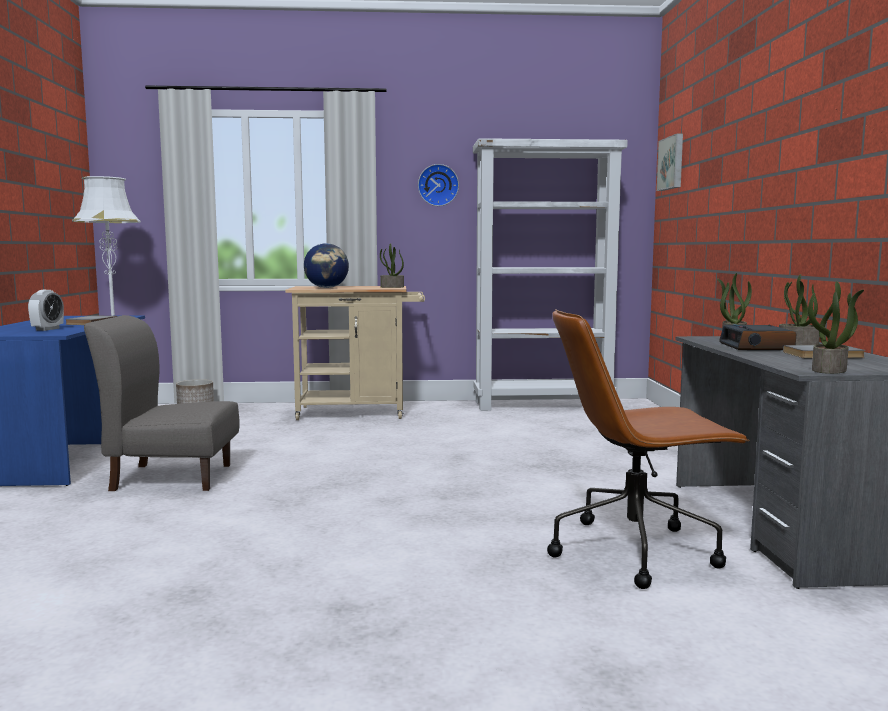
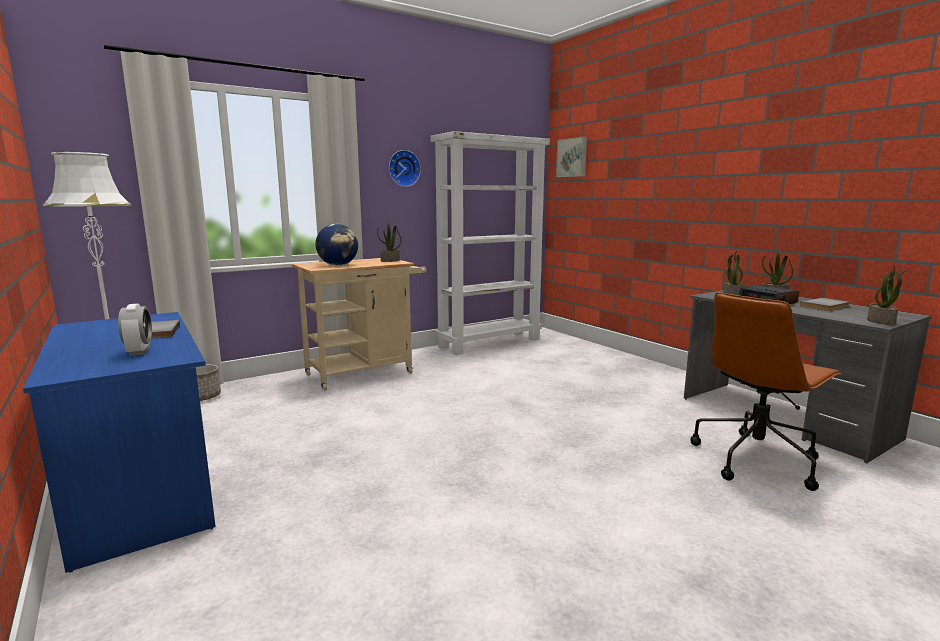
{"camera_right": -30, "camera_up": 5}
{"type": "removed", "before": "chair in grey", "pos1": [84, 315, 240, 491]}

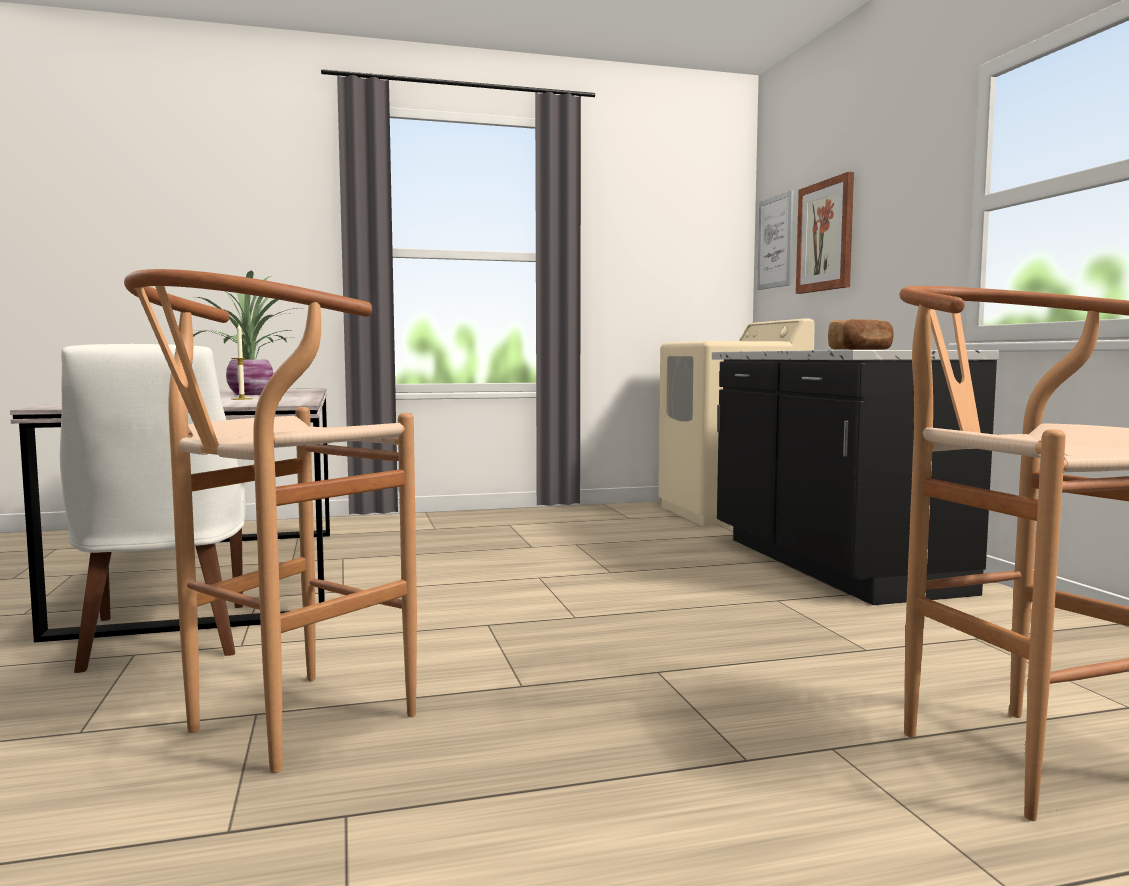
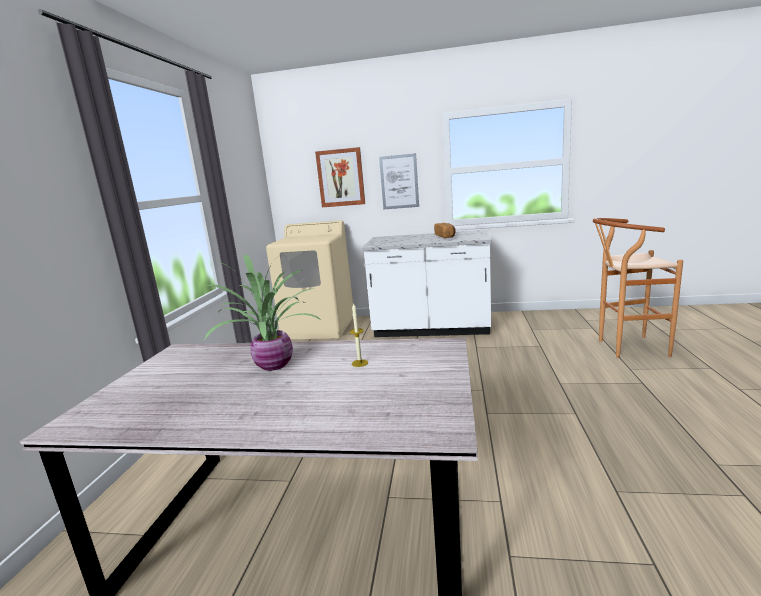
{"camera_right": -65, "camera_up": 10}
{"type": "moved", "before": "picture", "pos1": [757, 190, 794, 290], "pos2": [379, 153, 419, 210]}
{"type": "removed", "before": "stool in brown", "pos1": [124, 269, 417, 773]}
{"type": "removed", "before": "chair in white", "pos1": [60, 344, 246, 673]}
{"type": "recoloured", "before": "counter in black", "after": "counter in white", "pos1": [712, 350, 999, 605], "pos2": [362, 230, 491, 337]}

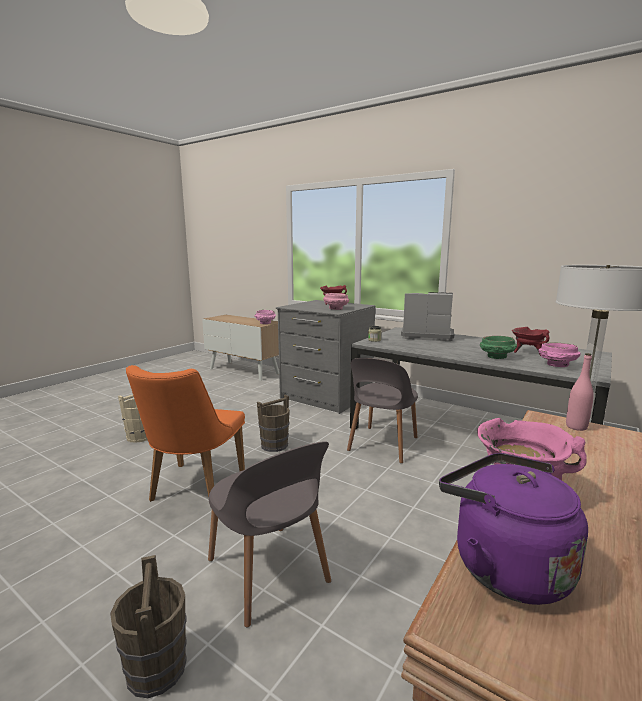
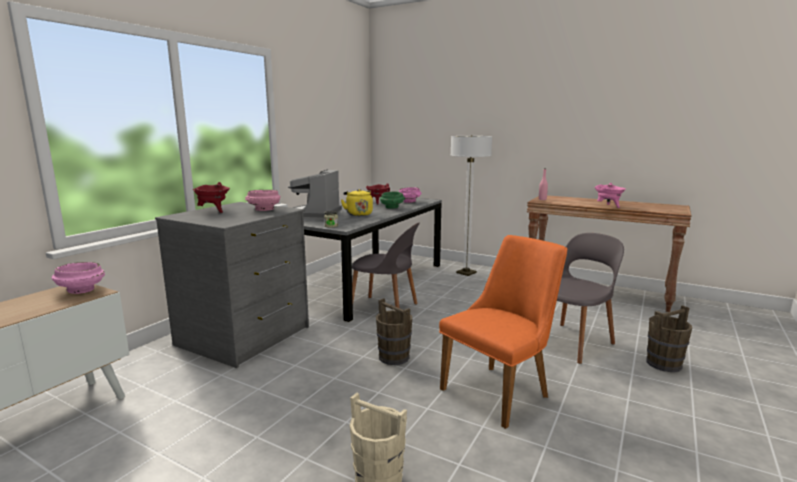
{"camera_right": -95, "camera_up": 0}
{"type": "turned", "before": "chair in orange", "pos1": [126, 365, 245, 502], "pos2": [439, 235, 567, 429], "turn": -45}
{"type": "removed", "before": "kettle in purple", "pos1": [439, 453, 588, 605]}
{"type": "added", "after": "kettle in yellow", "pos2": [341, 189, 373, 216]}

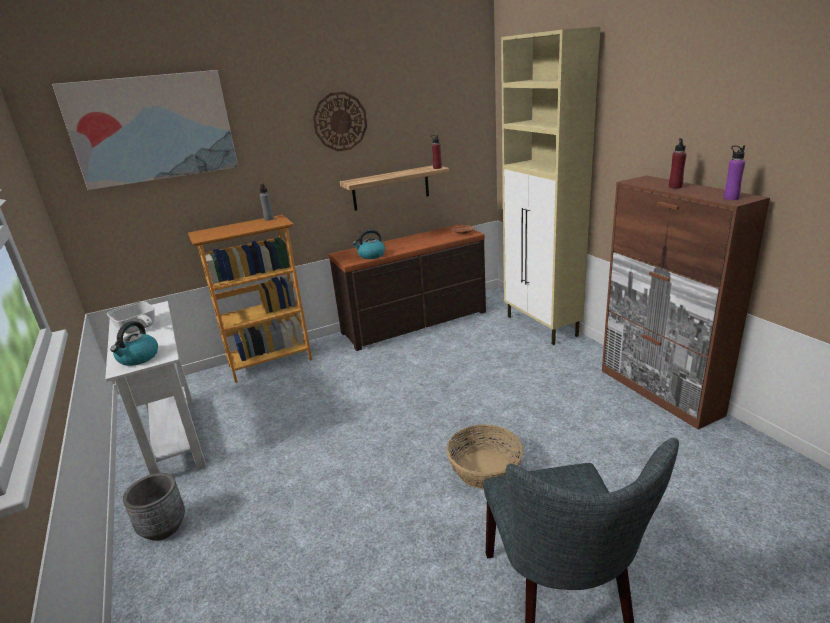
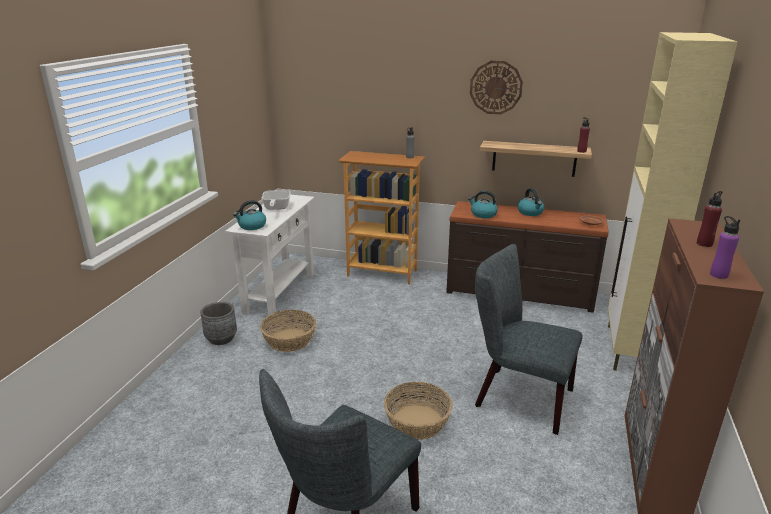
{"camera_right": 40, "camera_up": 0}
{"type": "removed", "before": "picture", "pos1": [52, 70, 238, 190]}
{"type": "added", "after": "kettle", "pos2": [518, 188, 544, 216]}
{"type": "added", "after": "chair in grey", "pos2": [475, 244, 583, 435]}
{"type": "added", "after": "basket", "pos2": [260, 310, 316, 352]}

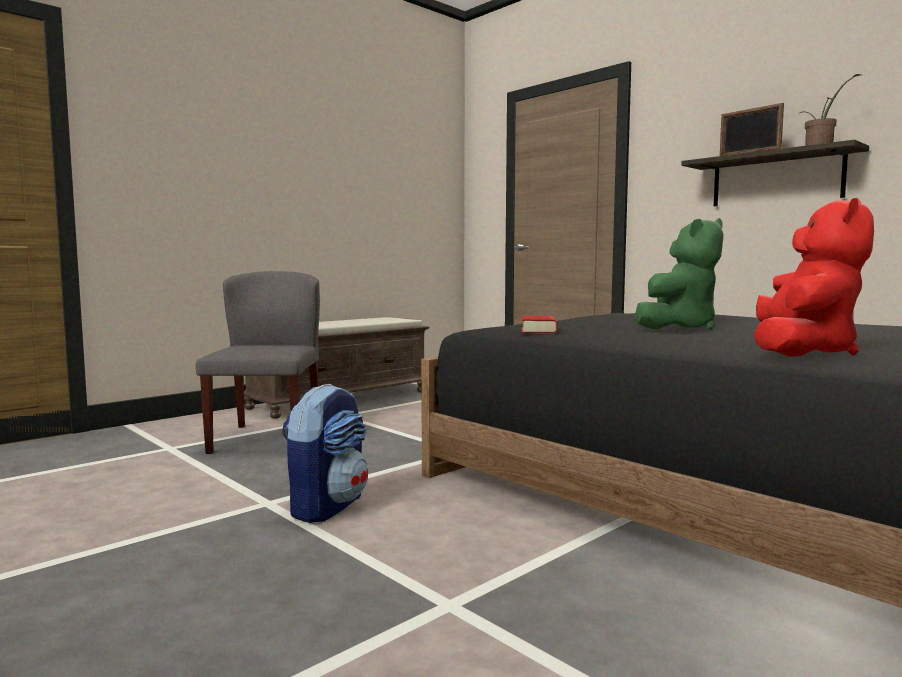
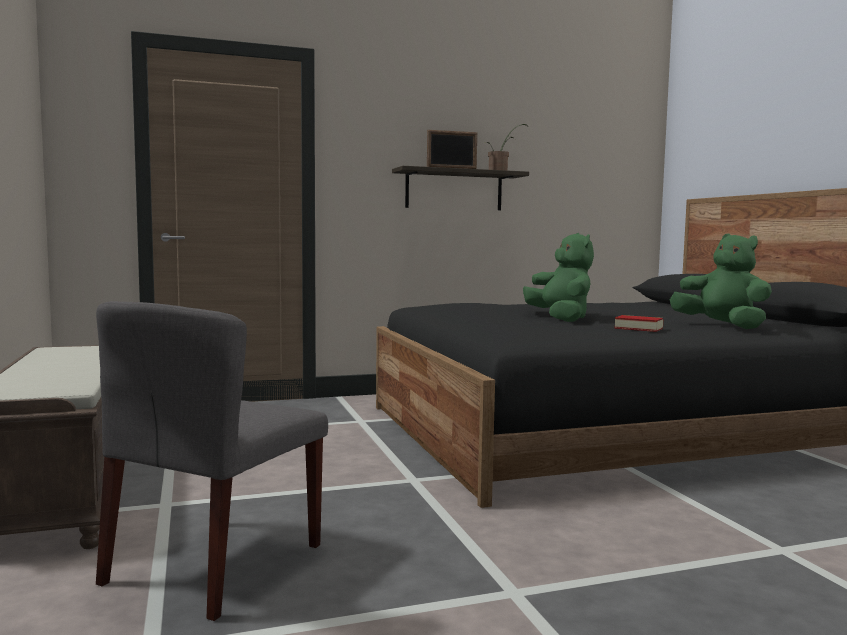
{"camera_right": -65, "camera_up": 0}
{"type": "recoloured", "before": "plush toy in red", "after": "plush toy in green", "pos1": [754, 198, 874, 357], "pos2": [670, 234, 772, 329]}
{"type": "turned", "before": "chair in grey", "pos1": [196, 271, 320, 454], "pos2": [96, 301, 328, 621], "turn": -90}
{"type": "moved", "before": "book", "pos1": [522, 316, 558, 334], "pos2": [614, 315, 663, 332]}
{"type": "removed", "before": "backpack", "pos1": [282, 384, 368, 523]}

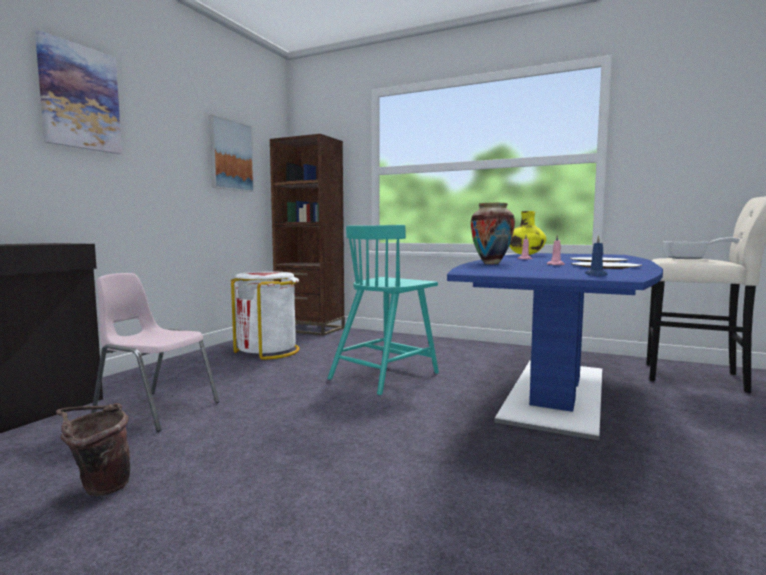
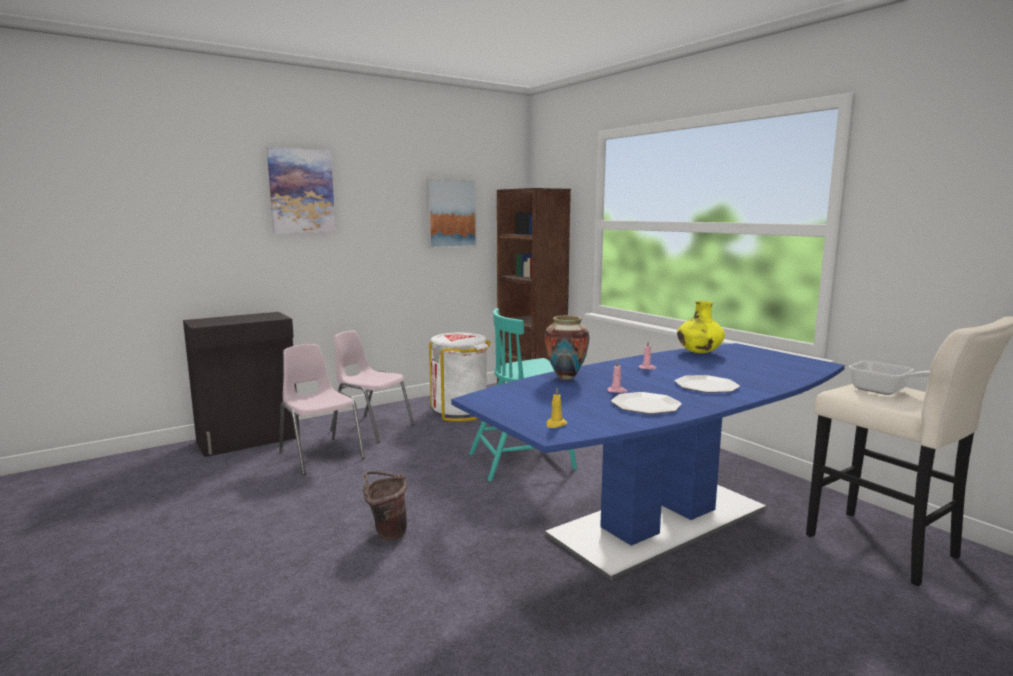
{"camera_right": 30, "camera_up": 5}
{"type": "recoloured", "before": "candle in blue", "after": "candle in yellow", "pos1": [585, 235, 607, 276], "pos2": [546, 388, 568, 428]}
{"type": "moved", "before": "bucket in brown", "pos1": [56, 403, 130, 496], "pos2": [363, 471, 407, 540]}
{"type": "added", "after": "chair in pink", "pos2": [330, 331, 414, 443]}

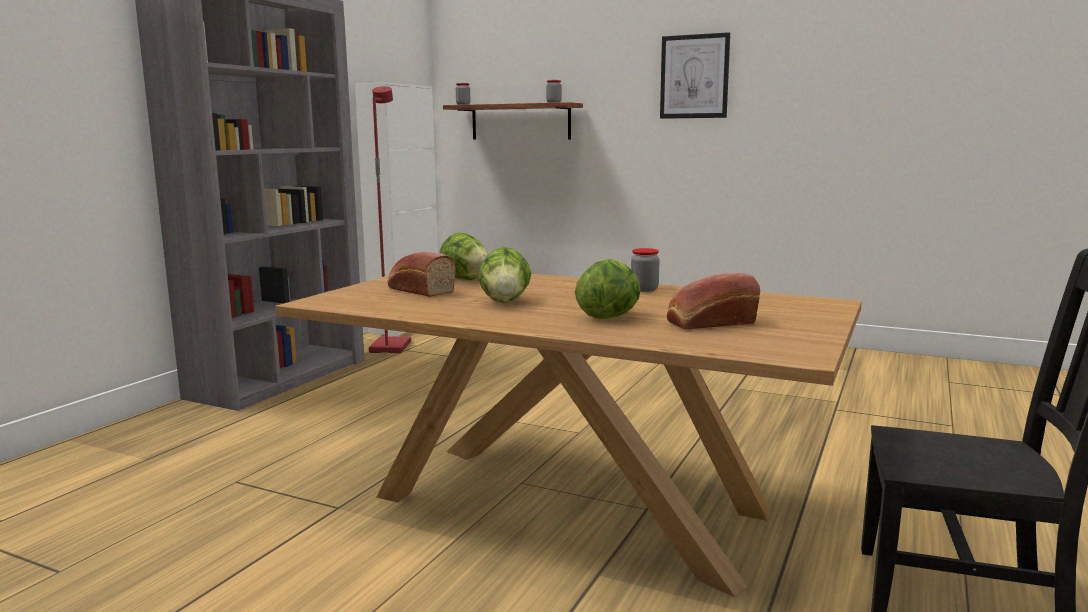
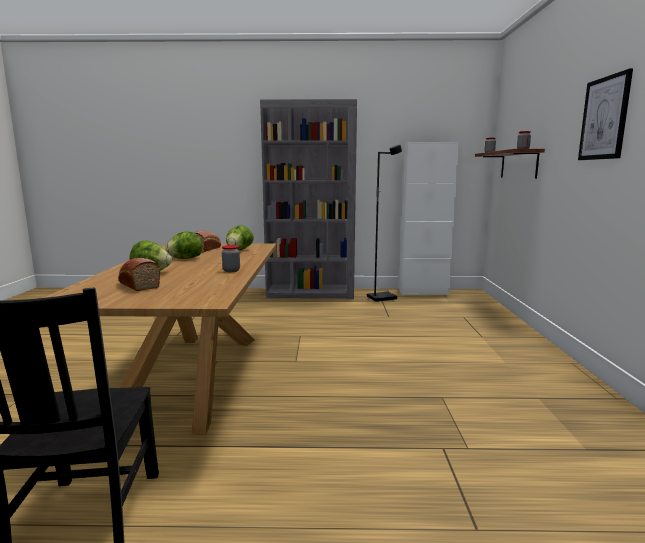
{"camera_right": 65, "camera_up": 0}
{"type": "recoloured", "before": "floor lamp in red", "after": "floor lamp in black", "pos1": [369, 86, 411, 353], "pos2": [367, 145, 402, 302]}

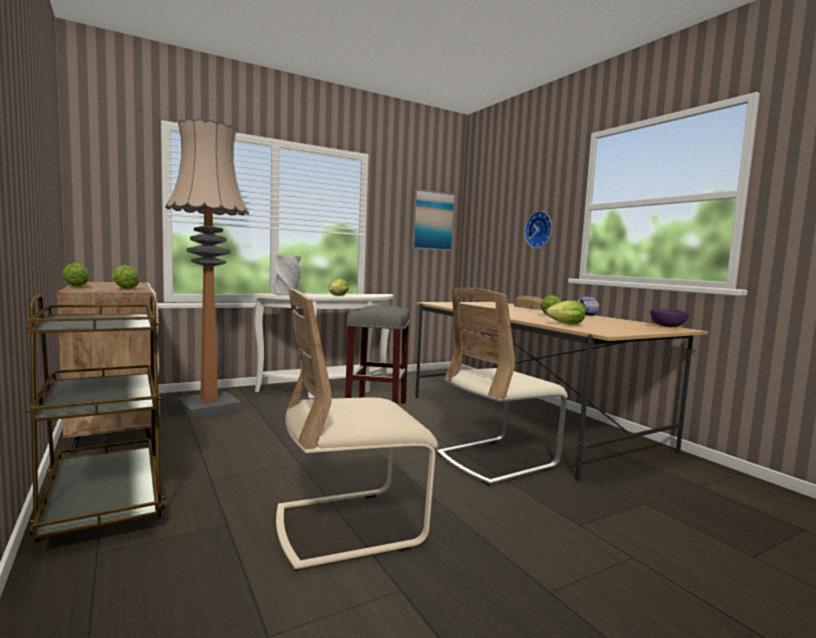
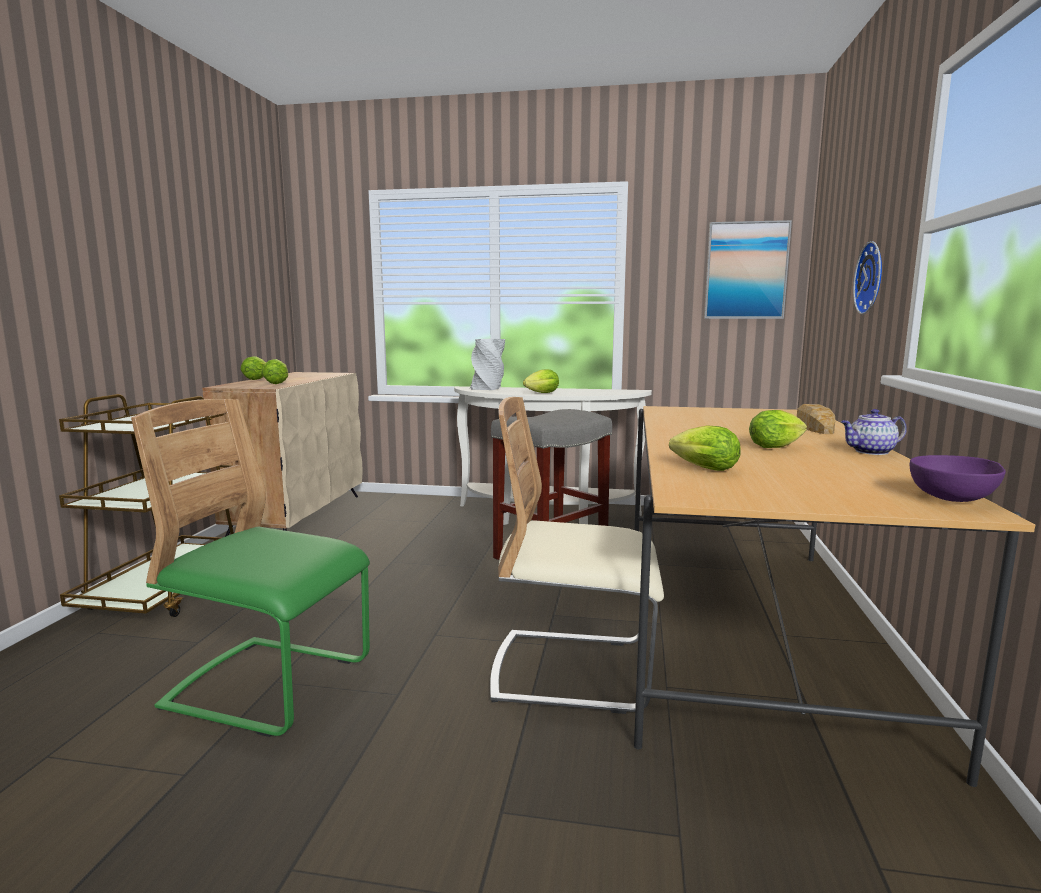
{"camera_right": 40, "camera_up": 5}
{"type": "removed", "before": "floor lamp", "pos1": [165, 119, 249, 418]}
{"type": "recoloured", "before": "chair in beige", "after": "chair in green", "pos1": [276, 289, 438, 571], "pos2": [131, 399, 370, 737]}

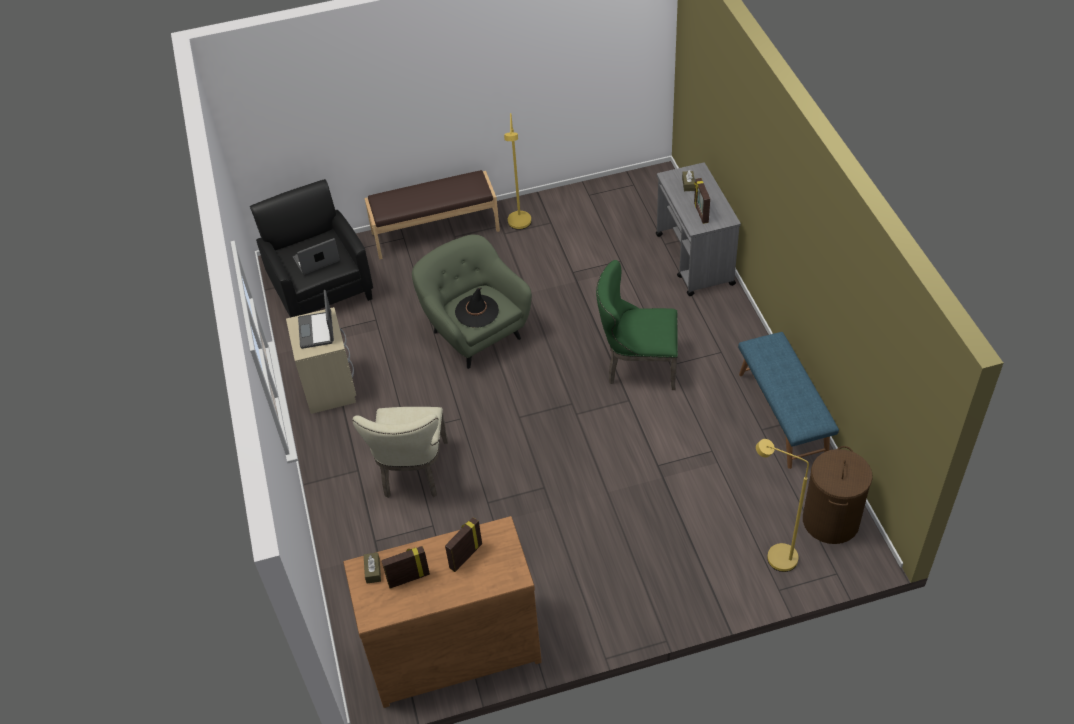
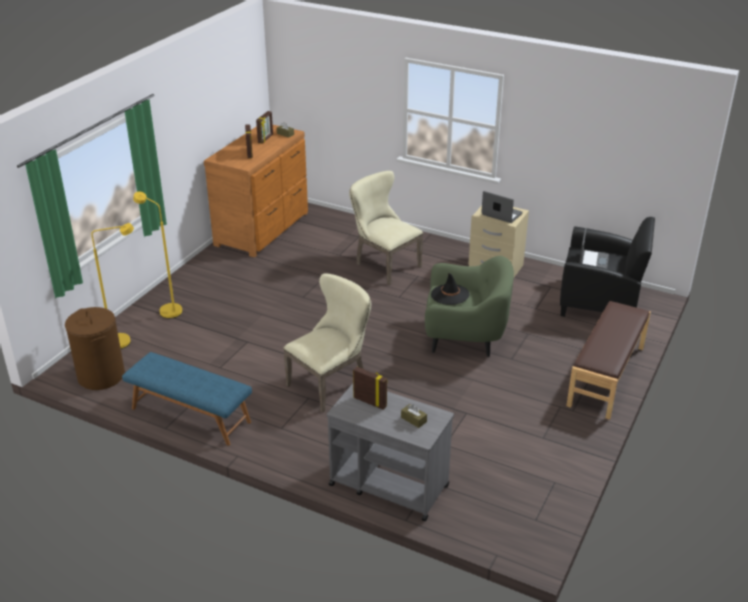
{"camera_right": 130, "camera_up": -15}
{"type": "moved", "before": "floor lamp in yellow", "pos1": [504, 113, 531, 230], "pos2": [133, 191, 182, 319]}
{"type": "recoloured", "before": "chair in green", "after": "chair in beige", "pos1": [596, 260, 678, 390], "pos2": [283, 274, 371, 413]}

